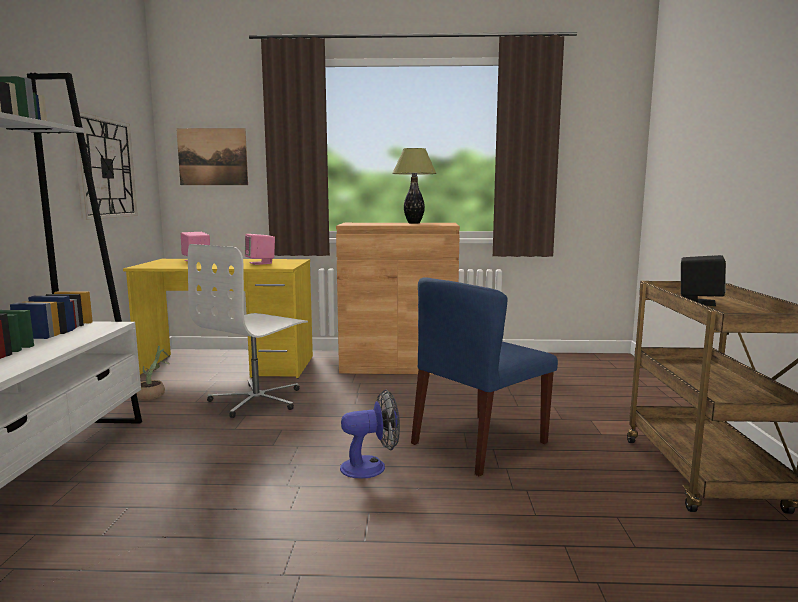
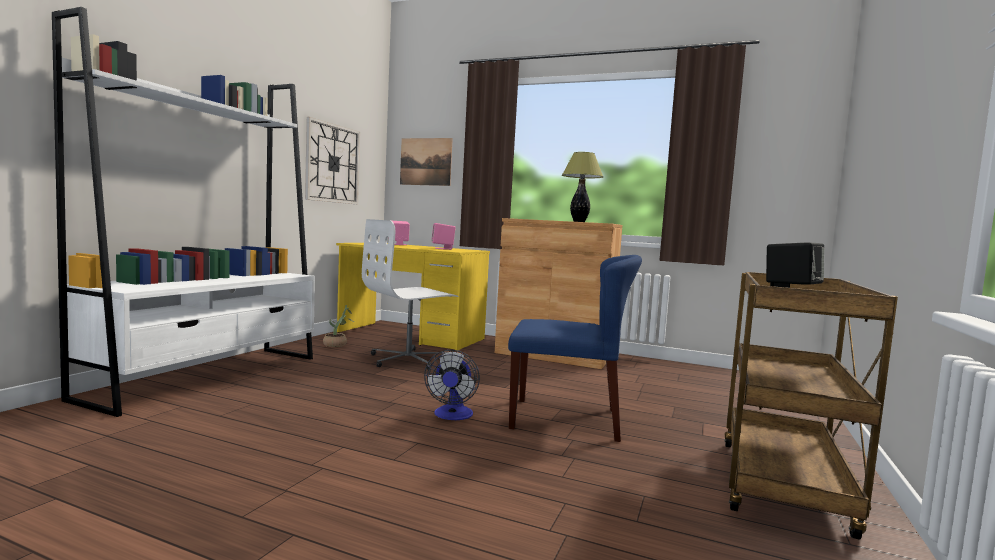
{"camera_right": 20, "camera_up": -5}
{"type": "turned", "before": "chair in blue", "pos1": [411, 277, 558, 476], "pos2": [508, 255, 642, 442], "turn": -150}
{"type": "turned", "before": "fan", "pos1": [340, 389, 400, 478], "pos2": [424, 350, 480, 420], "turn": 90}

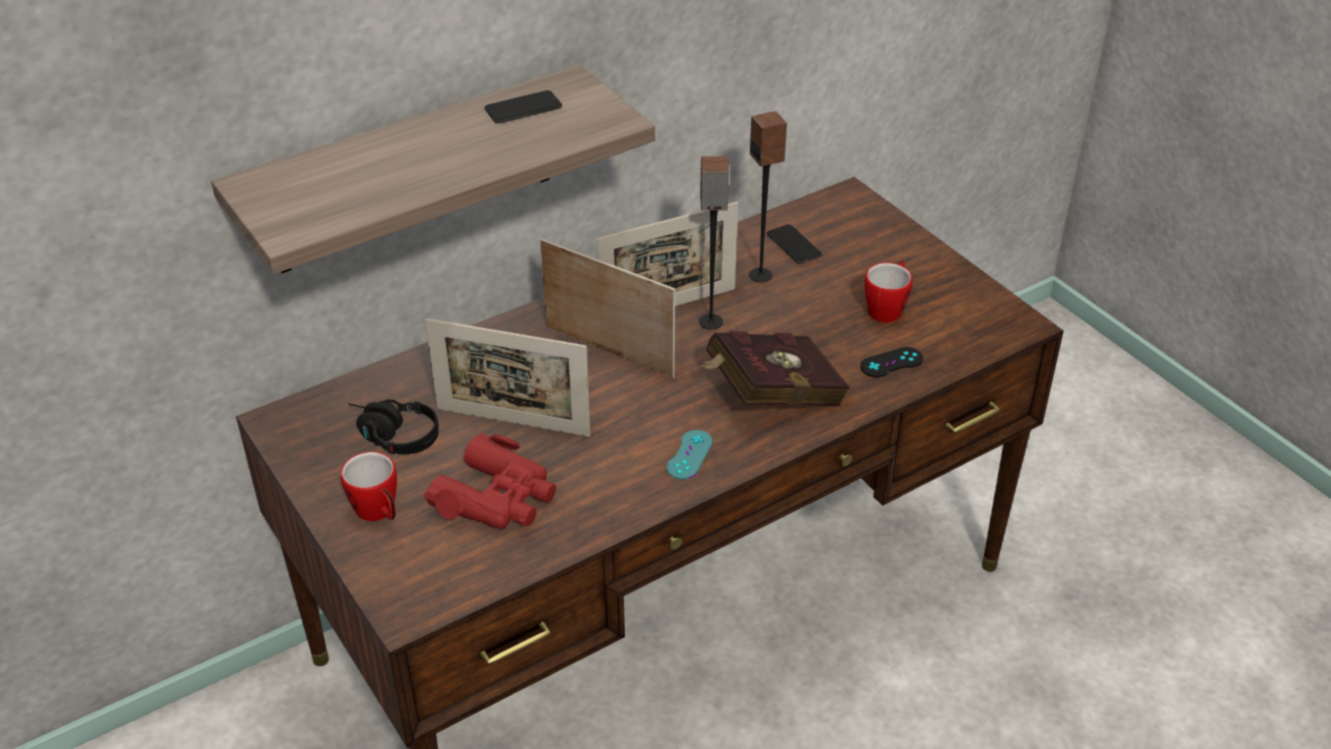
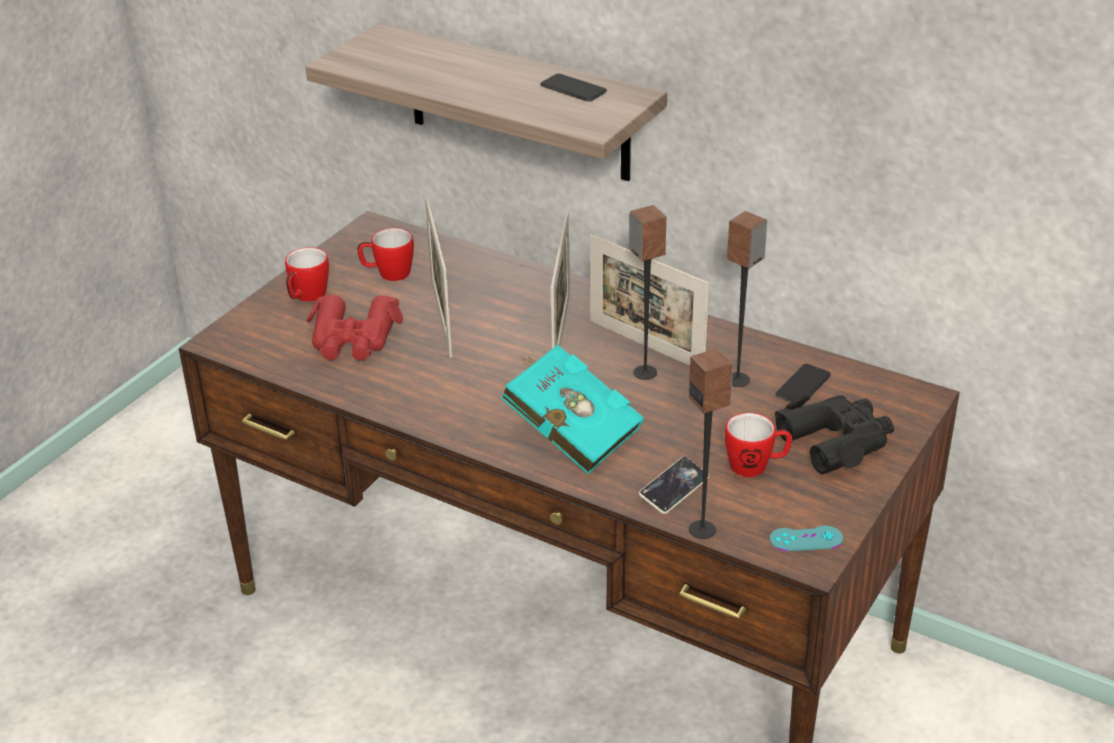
{"camera_right": 65, "camera_up": -5}
{"type": "recoloured", "before": "book in red", "after": "book in turquoise", "pos1": [699, 331, 850, 405], "pos2": [501, 345, 644, 474]}
{"type": "replaced", "before": "game controller in black", "after": "phone", "pos1": [860, 347, 923, 377], "pos2": [639, 457, 709, 514]}
{"type": "replaced", "before": "headphones in black", "after": "mug", "pos1": [348, 399, 439, 454], "pos2": [357, 228, 414, 281]}
{"type": "moved", "before": "game controller in turquoise", "pos1": [666, 430, 713, 480], "pos2": [770, 526, 843, 551]}
{"type": "added", "after": "speaker", "pos2": [689, 349, 733, 539]}
{"type": "added", "after": "binoculars in black", "pos2": [775, 395, 894, 474]}

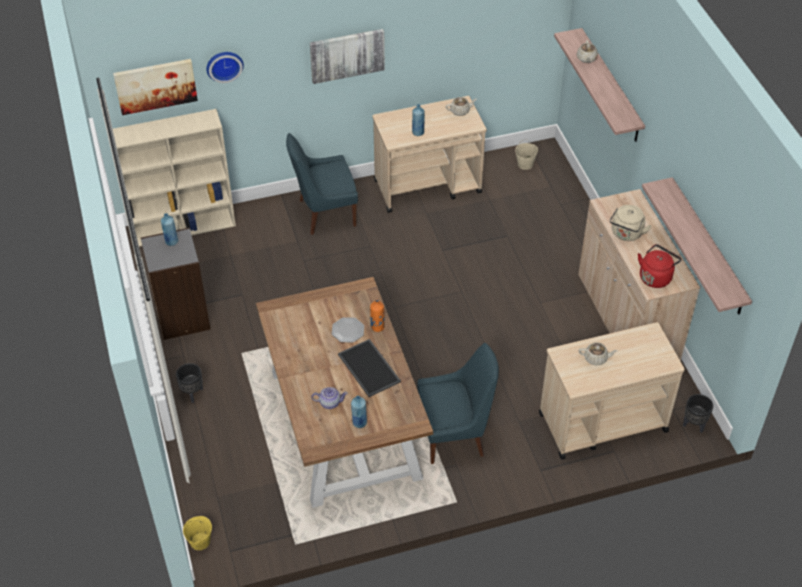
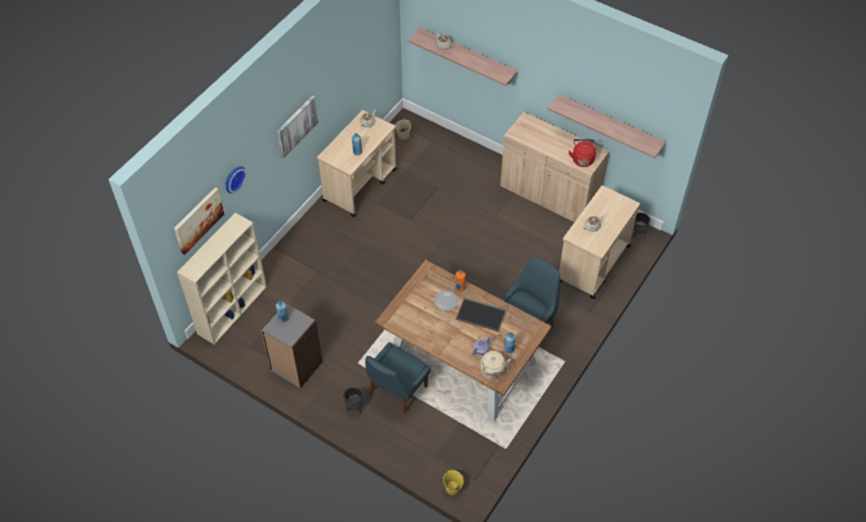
{"camera_right": -40, "camera_up": 5}
{"type": "moved", "before": "chair in blue", "pos1": [286, 133, 358, 235], "pos2": [365, 342, 431, 415]}
{"type": "moved", "before": "kettle in beige", "pos1": [610, 205, 651, 241], "pos2": [480, 351, 511, 380]}

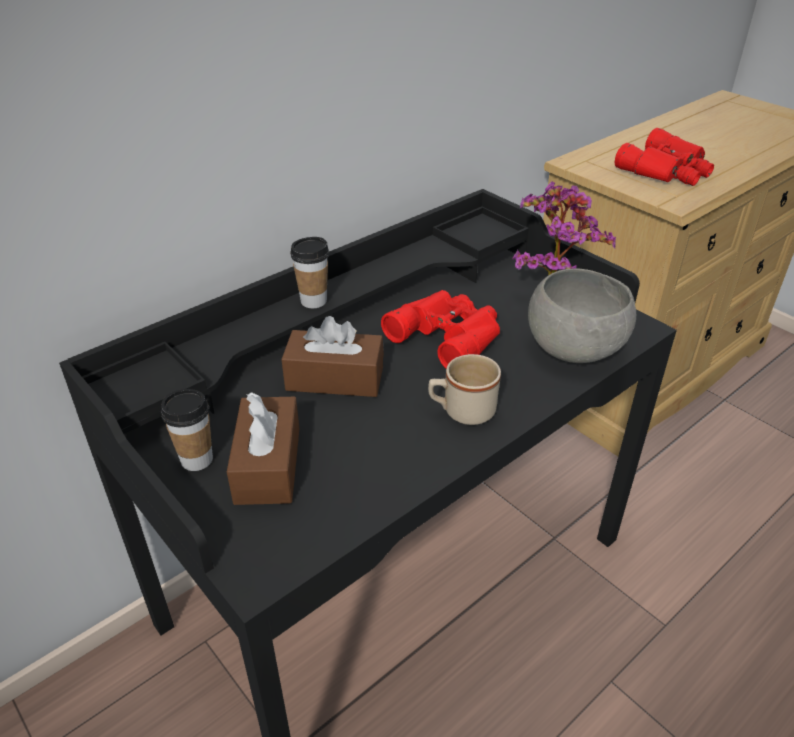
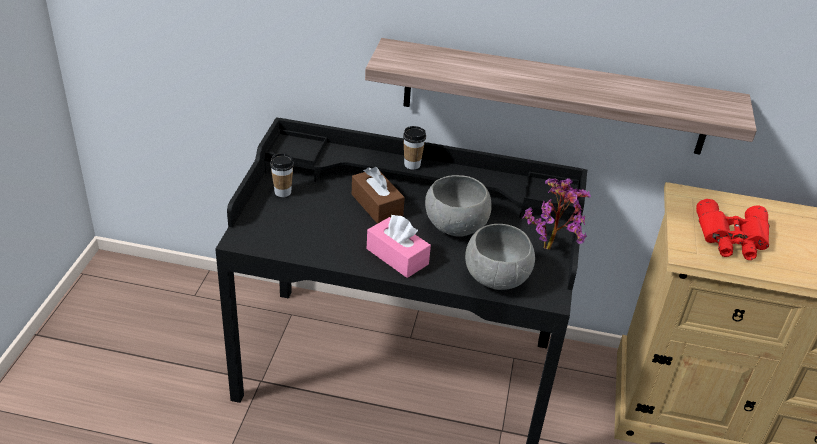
{"camera_right": 50, "camera_up": 0}
{"type": "replaced", "before": "binoculars in red", "after": "bowl in grey", "pos1": [381, 290, 500, 368], "pos2": [425, 175, 492, 237]}
{"type": "replaced", "before": "mug in beige", "after": "tissue box in pink", "pos1": [428, 354, 501, 425], "pos2": [367, 215, 431, 278]}
{"type": "removed", "before": "tissue box in brown", "pos1": [227, 392, 299, 505]}
{"type": "added", "after": "shelf", "pos2": [365, 38, 757, 154]}

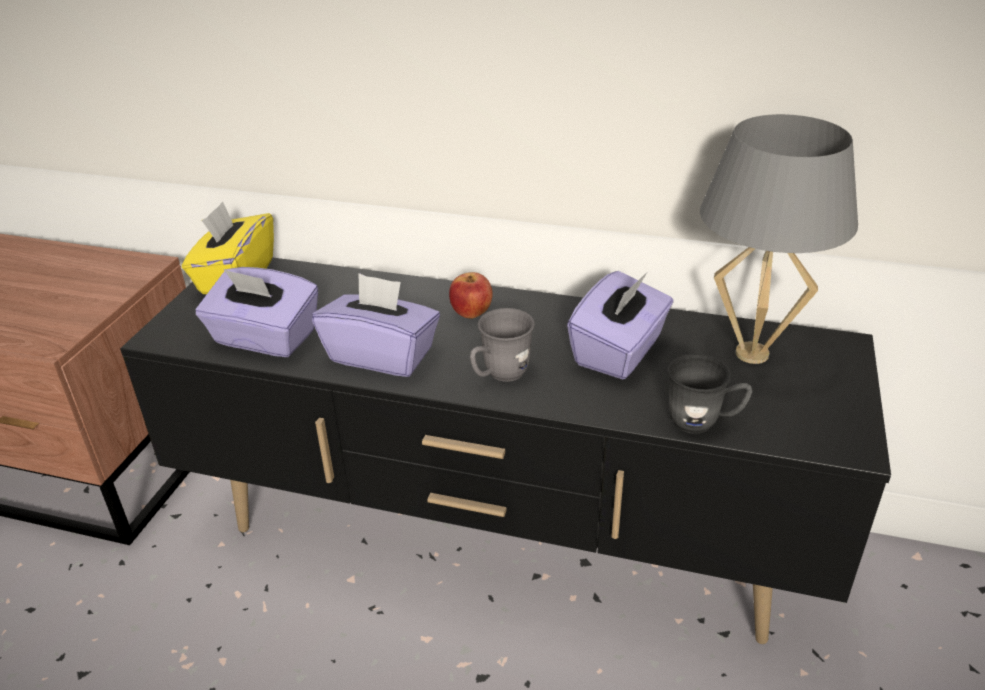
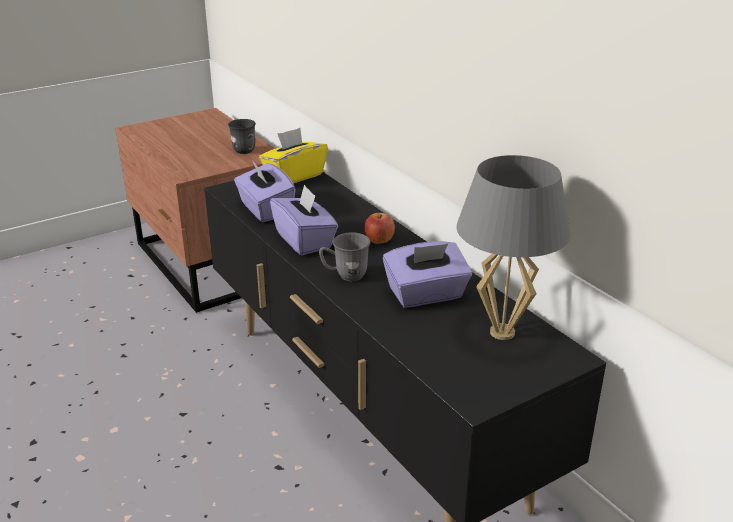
{"camera_right": 40, "camera_up": -5}
{"type": "moved", "before": "mug in grey", "pos1": [668, 354, 753, 434], "pos2": [228, 119, 256, 154]}

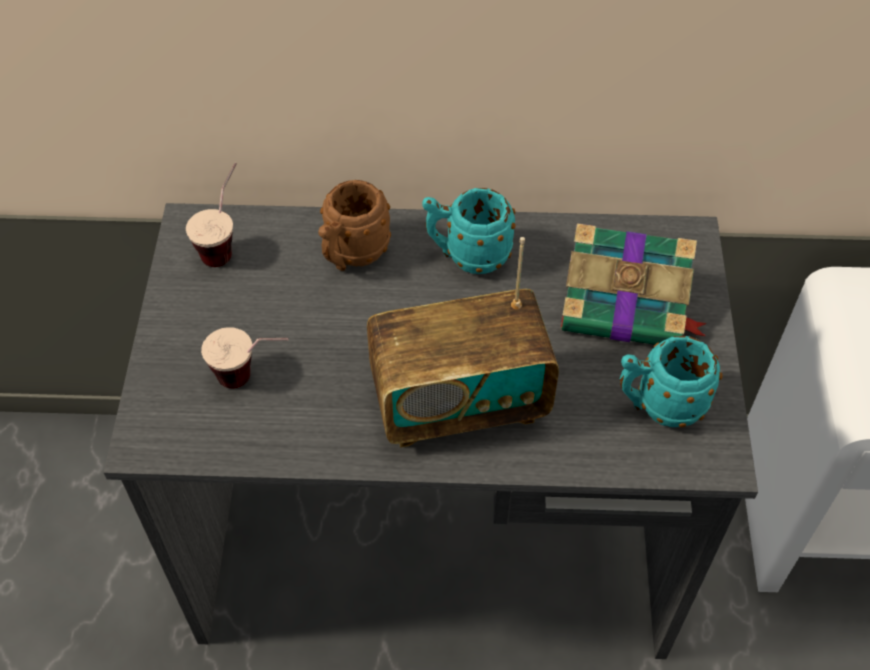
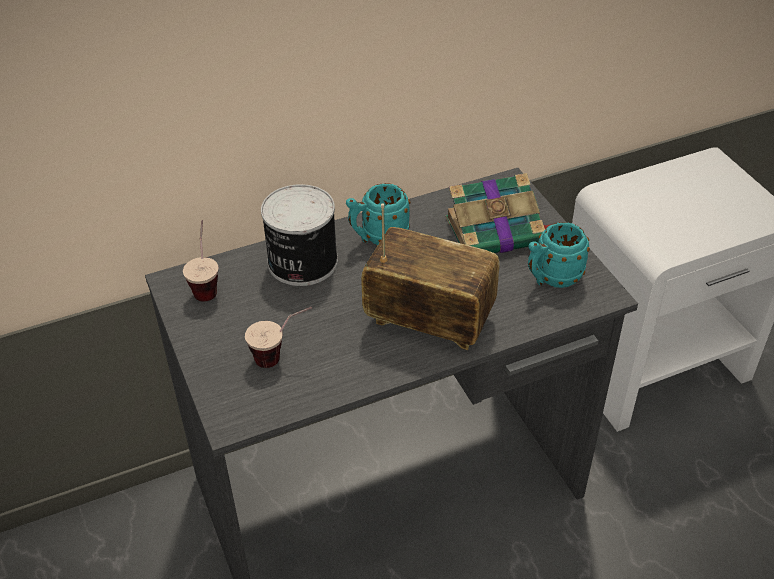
{"camera_right": -25, "camera_up": -10}
{"type": "replaced", "before": "mug in brown", "after": "can", "pos1": [318, 180, 391, 271], "pos2": [261, 184, 338, 286]}
{"type": "turned", "before": "radio", "pos1": [367, 237, 559, 448], "pos2": [361, 203, 500, 350], "turn": -120}

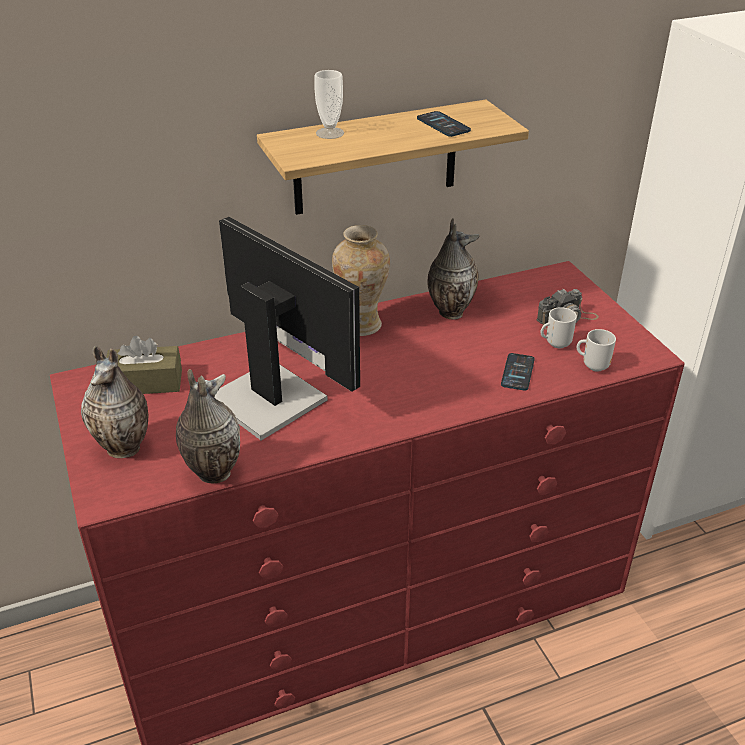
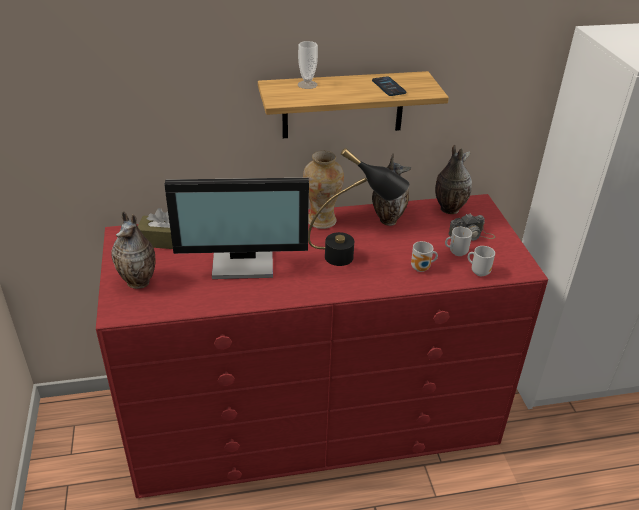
{"camera_right": 10, "camera_up": 0}
{"type": "turned", "before": "monitor", "pos1": [215, 217, 360, 440], "pos2": [164, 178, 309, 279], "turn": 120}
{"type": "replaced", "before": "phone", "after": "mug", "pos1": [501, 353, 535, 390], "pos2": [411, 241, 438, 272]}
{"type": "moved", "before": "vase", "pos1": [176, 369, 240, 483], "pos2": [435, 145, 472, 214]}
{"type": "added", "after": "table lamp in black", "pos2": [308, 148, 409, 266]}

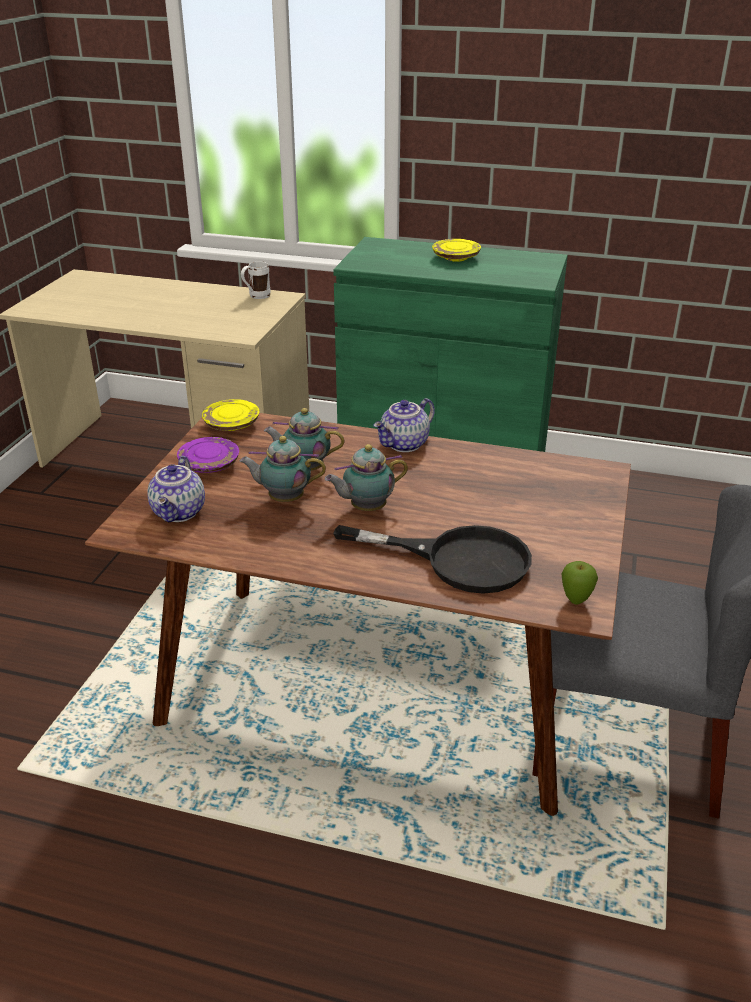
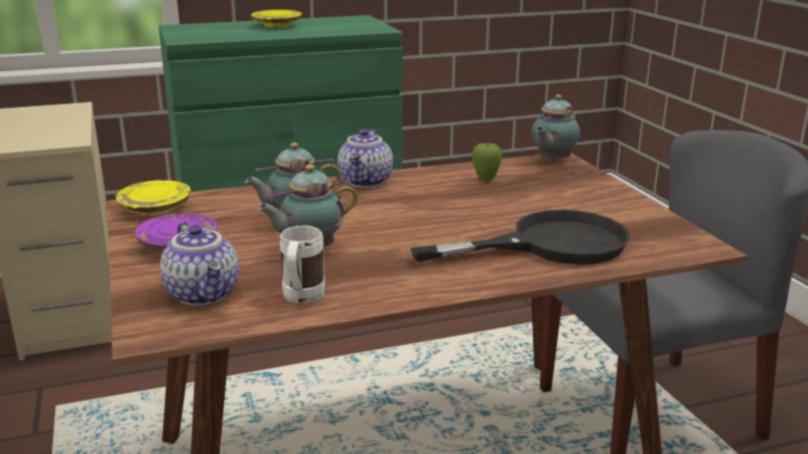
{"camera_right": -35, "camera_up": -10}
{"type": "moved", "before": "mug in white", "pos1": [241, 261, 271, 299], "pos2": [280, 225, 325, 303]}
{"type": "moved", "before": "teapot", "pos1": [325, 444, 408, 511], "pos2": [531, 94, 580, 162]}
{"type": "moved", "before": "apple", "pos1": [561, 561, 598, 605], "pos2": [472, 143, 503, 182]}

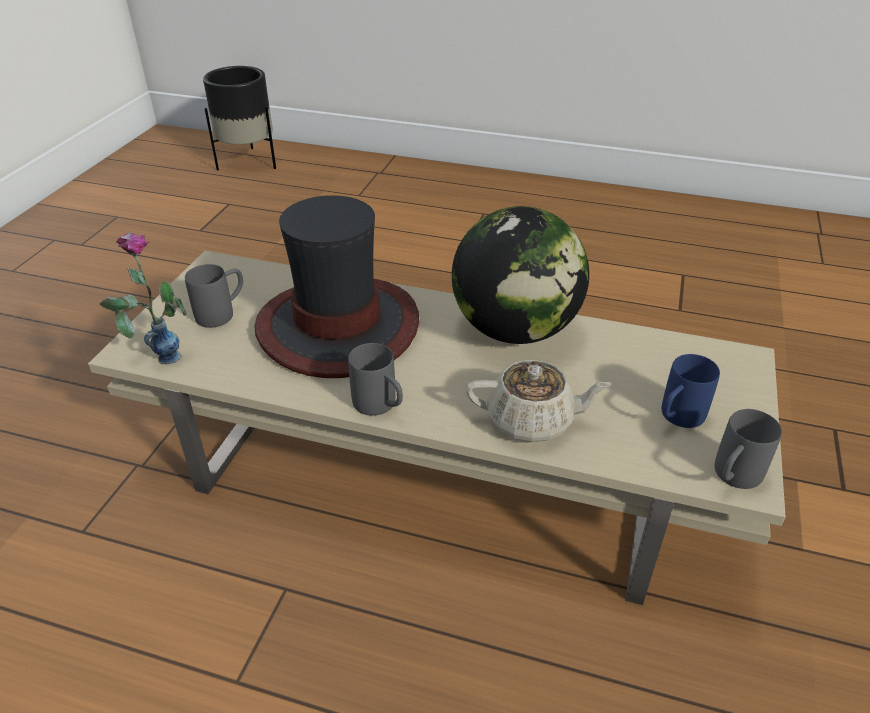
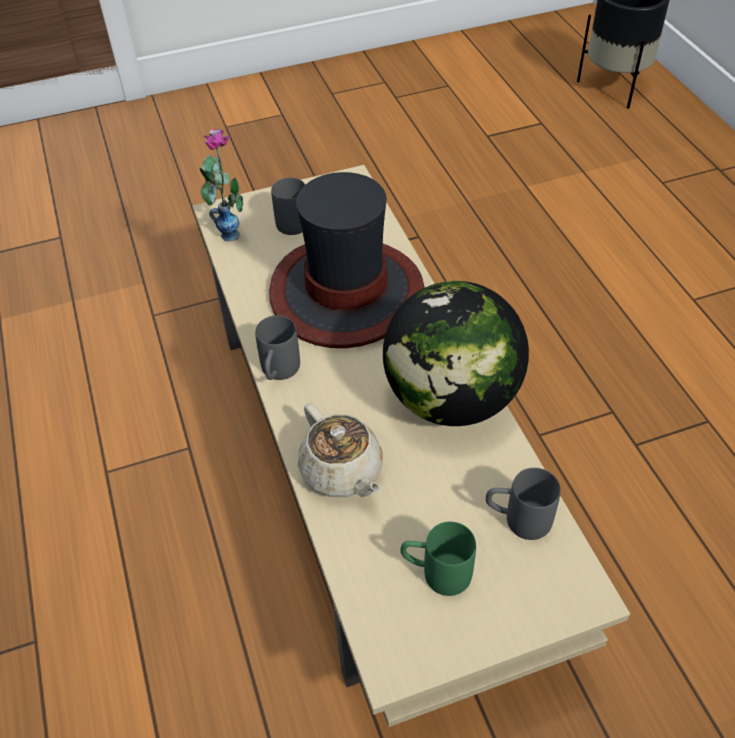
{"camera_right": 55, "camera_up": 10}
{"type": "recoloured", "before": "mug in blue", "after": "mug in green", "pos1": [661, 354, 720, 428], "pos2": [401, 522, 476, 596]}
{"type": "moved", "before": "mug in grey", "pos1": [714, 409, 782, 489], "pos2": [486, 468, 561, 540]}

